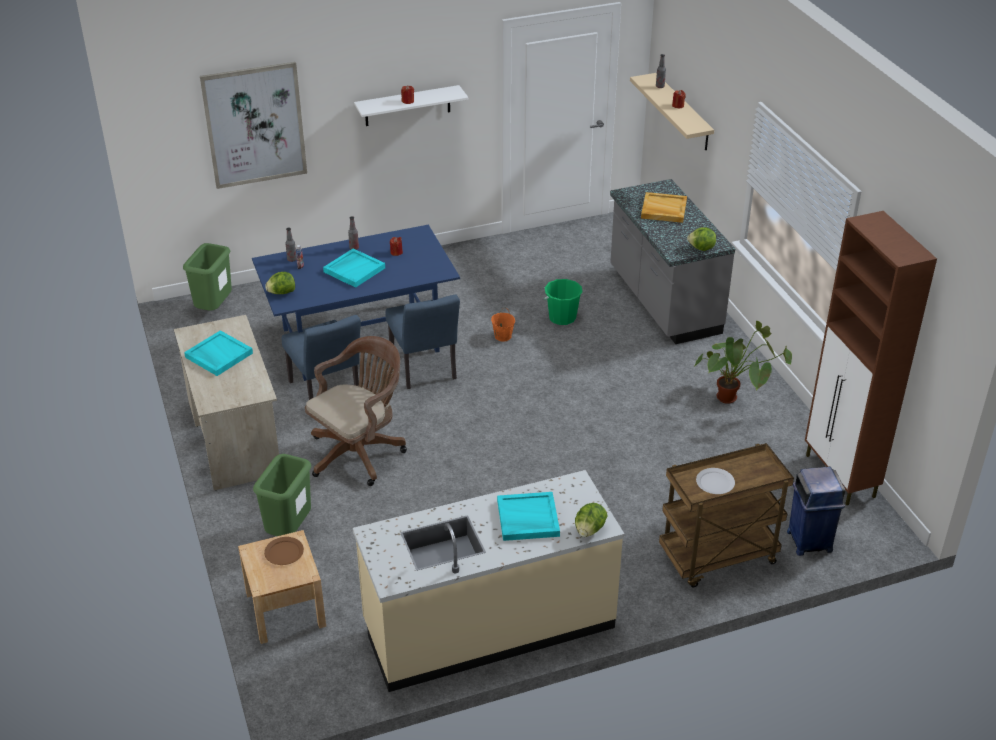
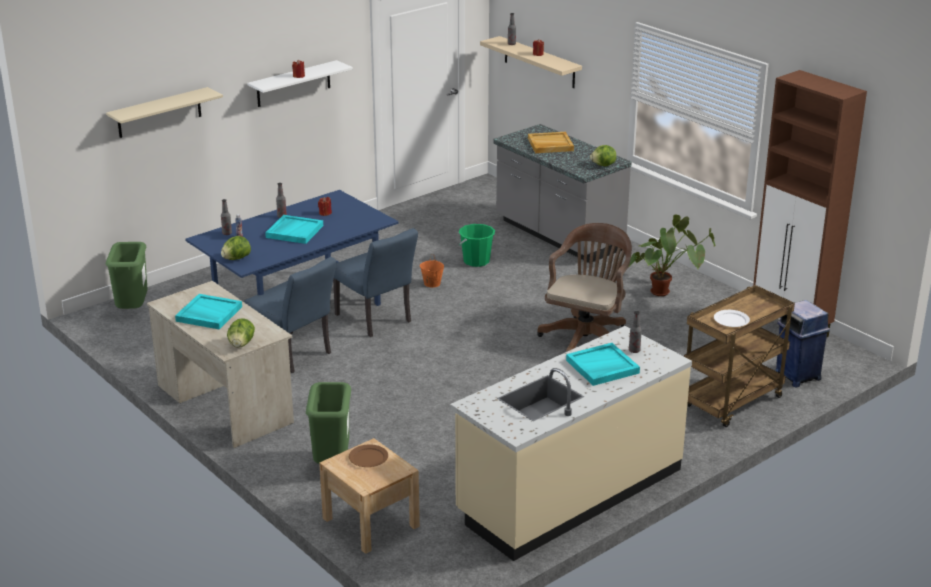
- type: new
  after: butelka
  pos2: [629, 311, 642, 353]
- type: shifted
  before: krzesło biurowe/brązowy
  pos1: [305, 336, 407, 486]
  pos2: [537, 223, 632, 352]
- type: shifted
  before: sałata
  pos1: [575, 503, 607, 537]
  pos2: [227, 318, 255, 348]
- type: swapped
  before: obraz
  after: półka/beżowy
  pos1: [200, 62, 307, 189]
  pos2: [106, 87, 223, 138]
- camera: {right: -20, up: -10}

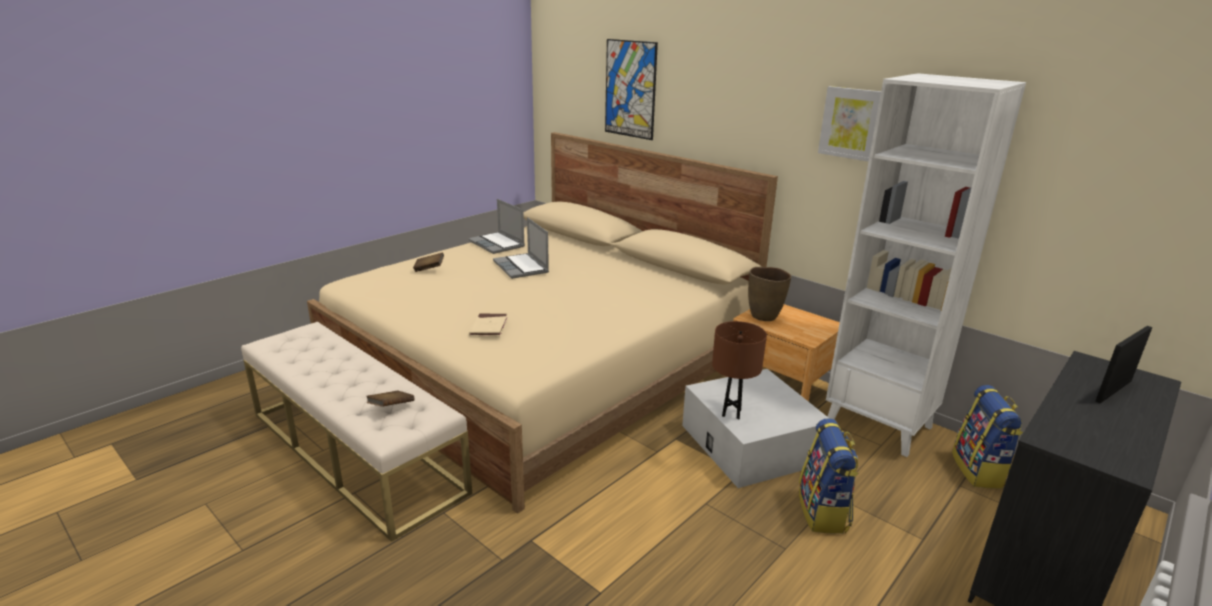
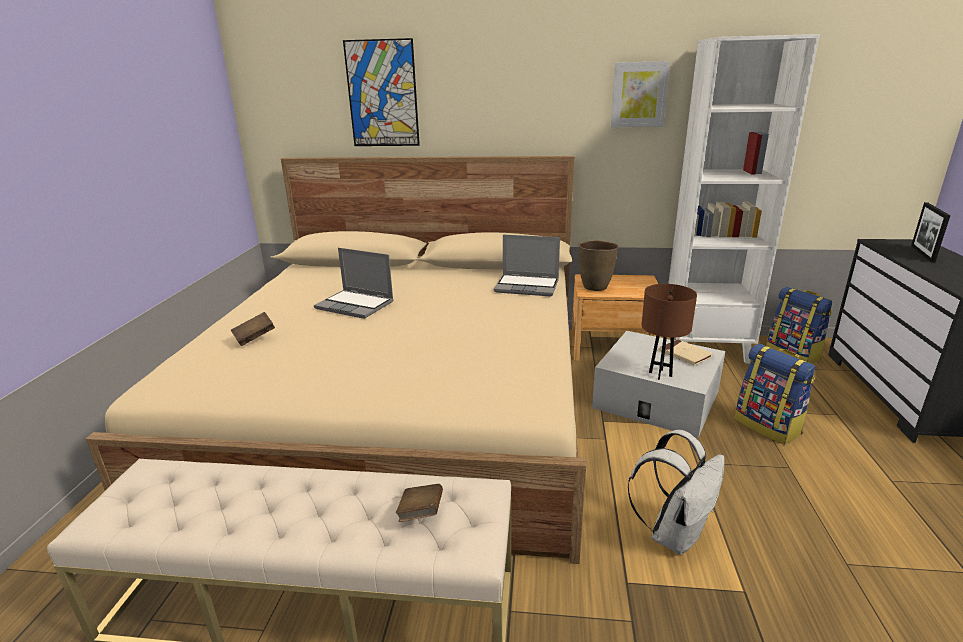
- type: new
  after: plecak/biały
  pos2: [628, 430, 725, 555]
- type: shifted
  before: laptop
  pos1: [469, 199, 525, 254]
  pos2: [494, 235, 560, 297]
- type: shifted
  before: książka/beżowy
  pos1: [469, 314, 508, 337]
  pos2: [659, 339, 713, 366]
- camera: {right: -35, up: 0}

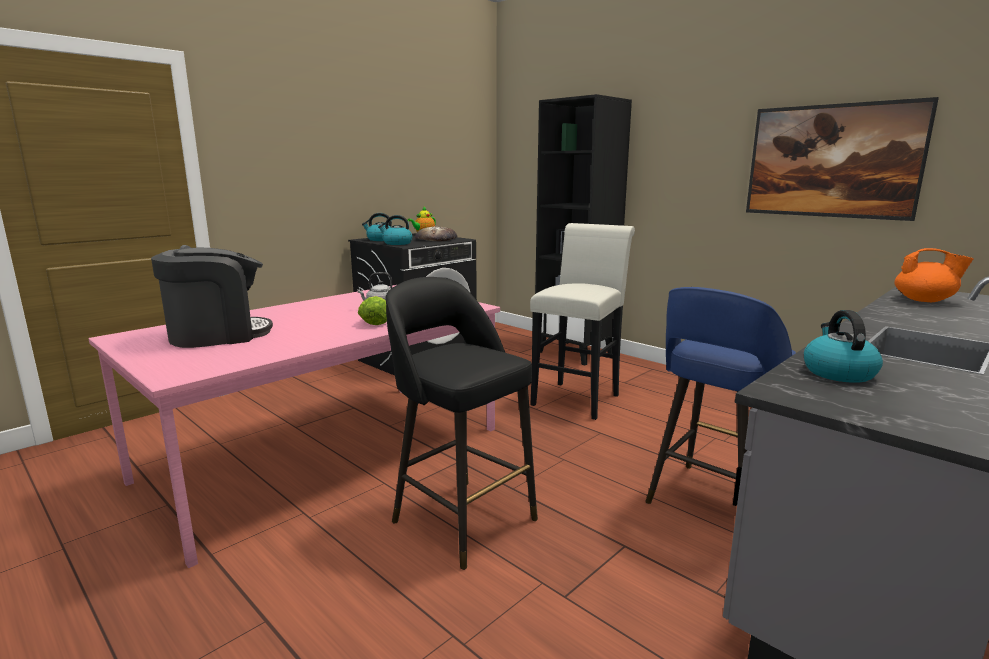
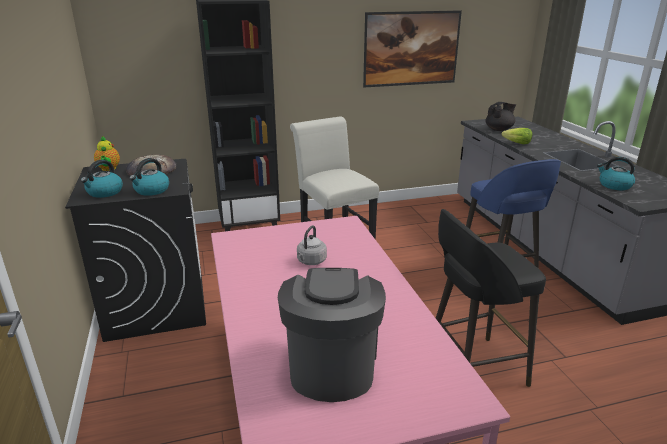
- type: shifted
  before: sałata
  pos1: [358, 296, 387, 325]
  pos2: [501, 128, 532, 144]
- type: repainted
  before: imbryk/pomarańczowy
  after: imbryk/czarny
  pos1: [895, 248, 974, 302]
  pos2: [485, 102, 516, 131]
- camera: {right: -60, up: 10}

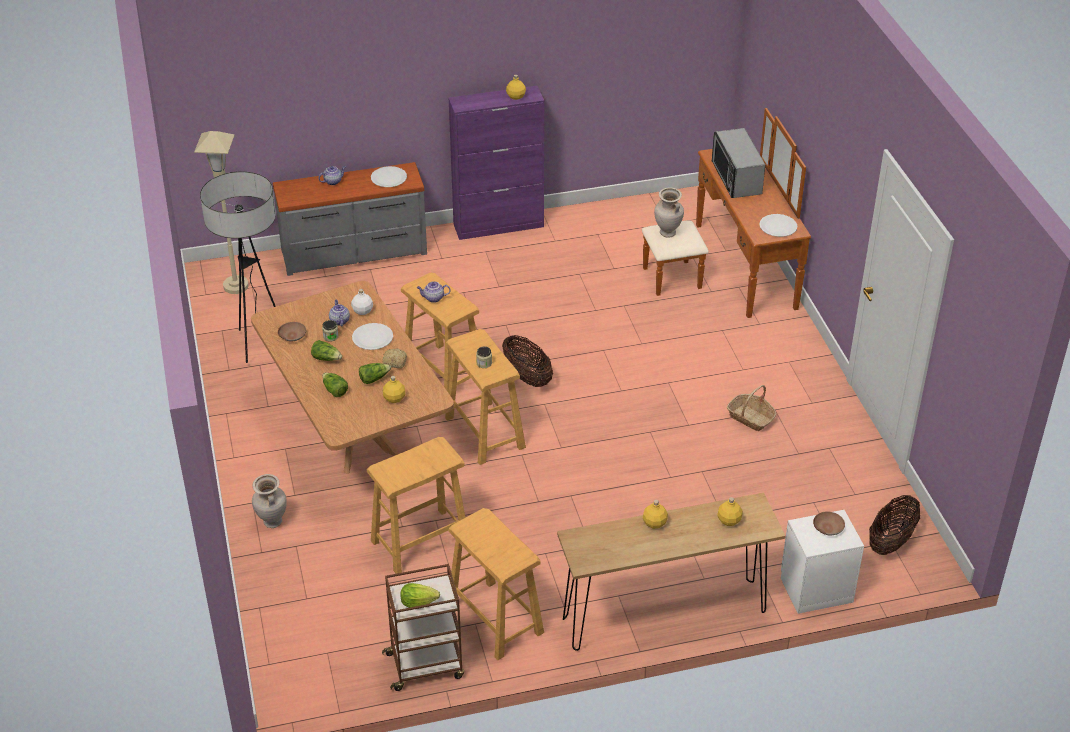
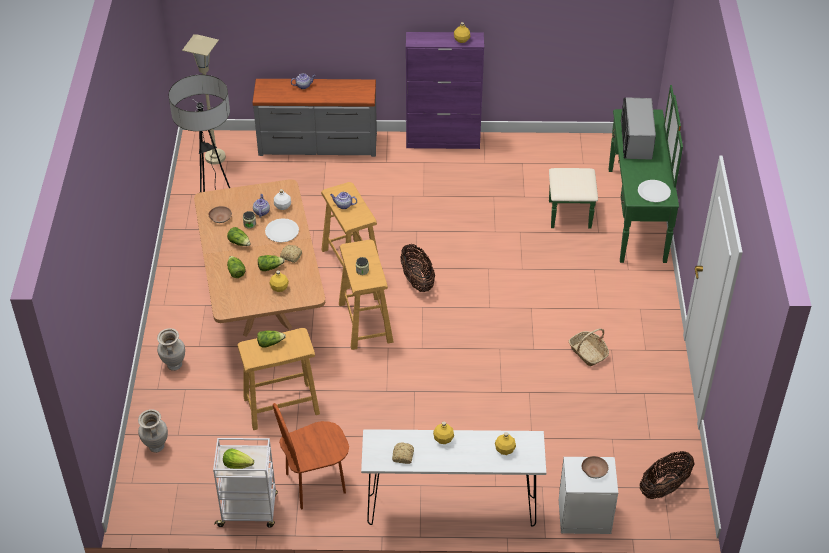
- type: gone
  before: talerz/biały
  pos1: [371, 166, 407, 187]
- type: new
  after: sałata
  pos2: [257, 330, 286, 348]
- type: new
  after: chleb
  pos2: [392, 443, 414, 464]
- type: shifted
  before: wazon/beżowy
  pos1: [654, 187, 684, 238]
  pos2: [138, 409, 168, 453]
- type: swapped
  before: stołek/beżowy
  after: krzesło/brązowy
  pos1: [449, 508, 544, 660]
  pos2: [273, 403, 349, 509]
- type: repainted
  before: wózek/brązowy
  after: wózek/biały
  pos1: [382, 564, 464, 691]
  pos2: [213, 438, 278, 528]
- type: repainted
  before: stolik konsolowy/brązowy
  after: stolik konsolowy/biały
  pos1: [557, 493, 786, 651]
  pos2: [361, 429, 546, 527]
- type: repainted
  before: komoda/brązowy
  after: komoda/zielony
  pos1: [642, 108, 811, 318]
  pos2: [549, 85, 683, 263]
- camera: {right: 15, up: 5}

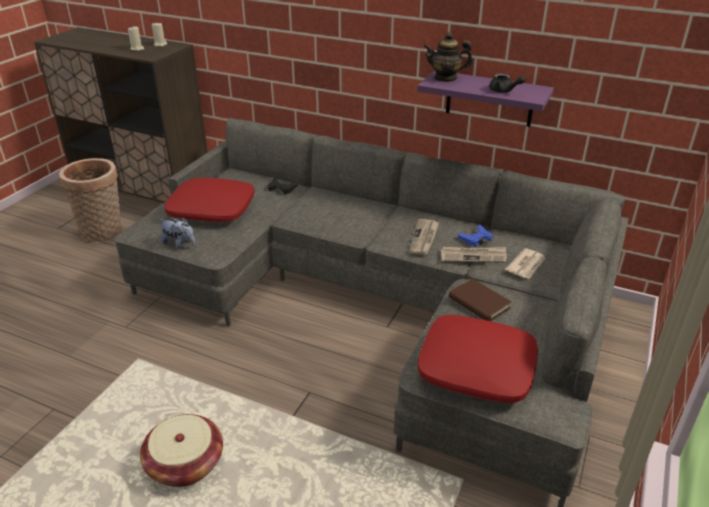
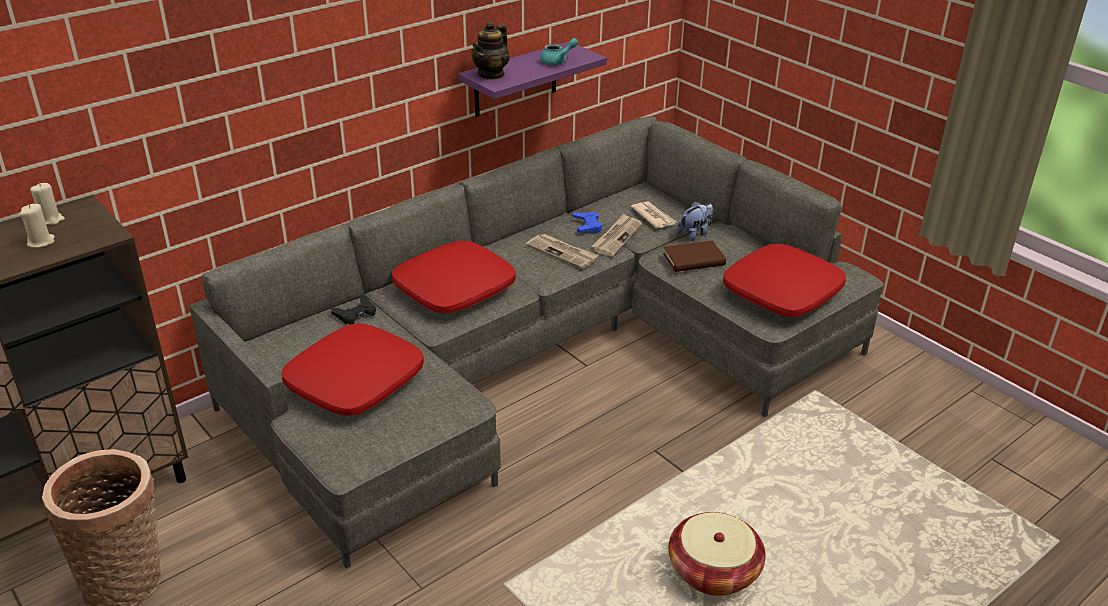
- type: new
  after: poduszka/czerwony
  pos2: [392, 241, 516, 313]
- type: shifted
  before: pluszak
  pos1: [160, 217, 195, 249]
  pos2: [677, 201, 713, 241]
- type: repainted
  before: imbryk/czarny
  after: imbryk/turkusowy
  pos1: [489, 74, 526, 93]
  pos2: [540, 38, 578, 65]
- camera: {right: -65, up: 0}

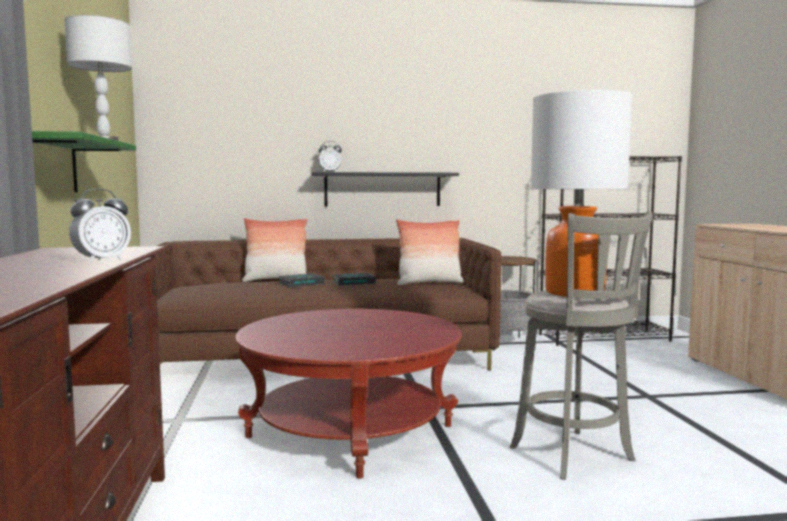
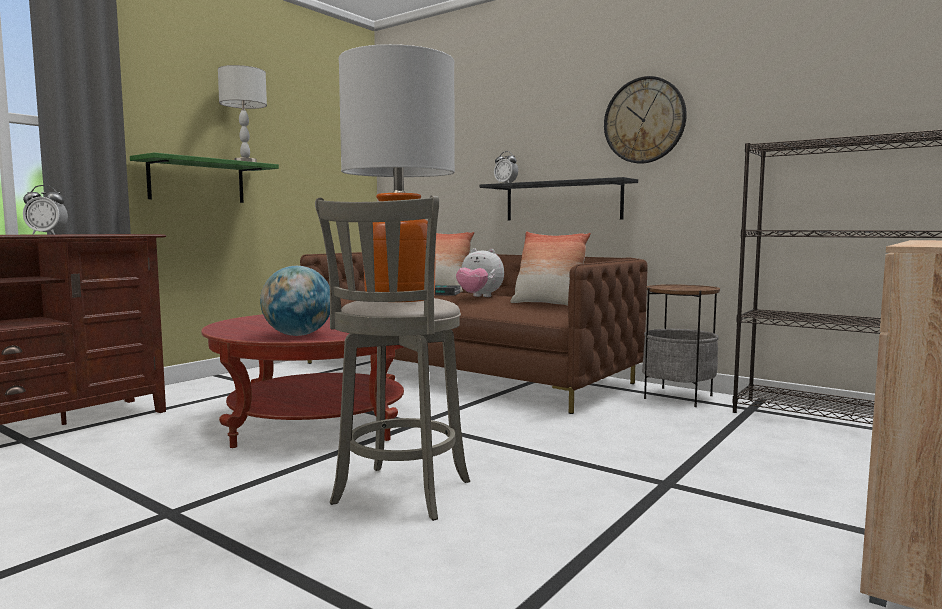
- type: new
  after: globus
  pos2: [260, 266, 330, 336]
- type: new
  after: zegar ścienny
  pos2: [604, 76, 687, 163]
- type: swapped
  before: książka
  after: pluszak
  pos1: [333, 273, 376, 286]
  pos2: [456, 248, 504, 297]
- camera: {right: 45, up: 0}

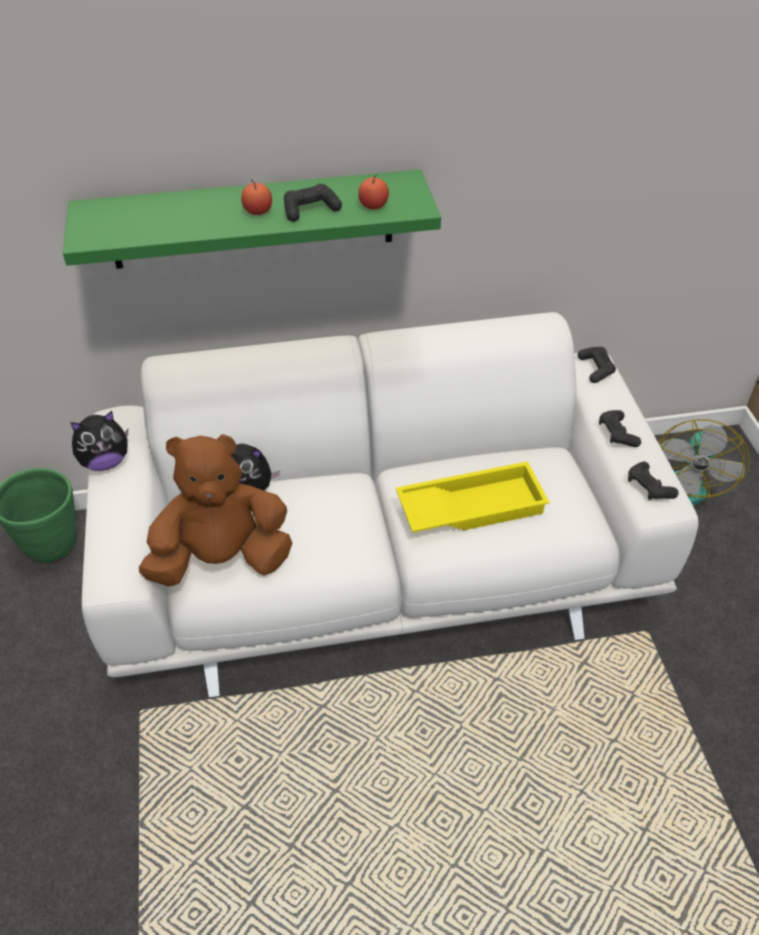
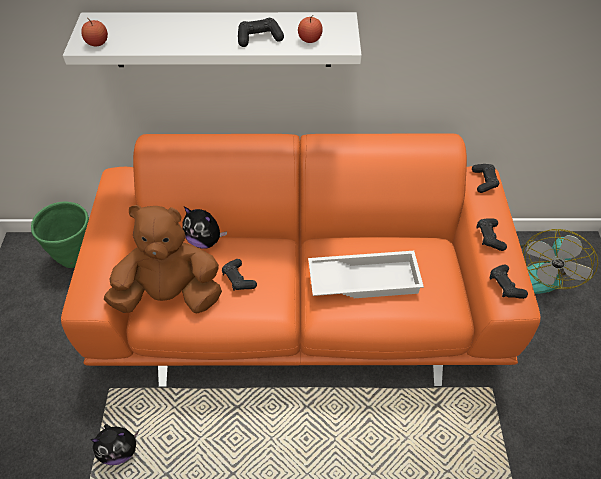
- type: new
  after: pad do gier/czarny
  pos2: [222, 259, 257, 290]
- type: shifted
  before: pluszak
  pos1: [70, 411, 128, 471]
  pos2: [91, 424, 139, 465]
- type: shifted
  before: jabłko
  pos1: [241, 180, 272, 215]
  pos2: [81, 18, 108, 47]
- type: repainted
  before: półka/zielony
  after: półka/biały
  pos1: [63, 170, 441, 269]
  pos2: [63, 12, 362, 67]
- type: repainted
  before: kanapa/biały
  after: kanapa/pomarańczowy
  pos1: [82, 312, 699, 698]
  pos2: [61, 134, 541, 387]
- type: repainted
  before: taca/żółty
  after: taca/biały
  pos1: [396, 461, 549, 532]
  pos2: [308, 251, 424, 299]
- camera: {right: 10, up: 5}

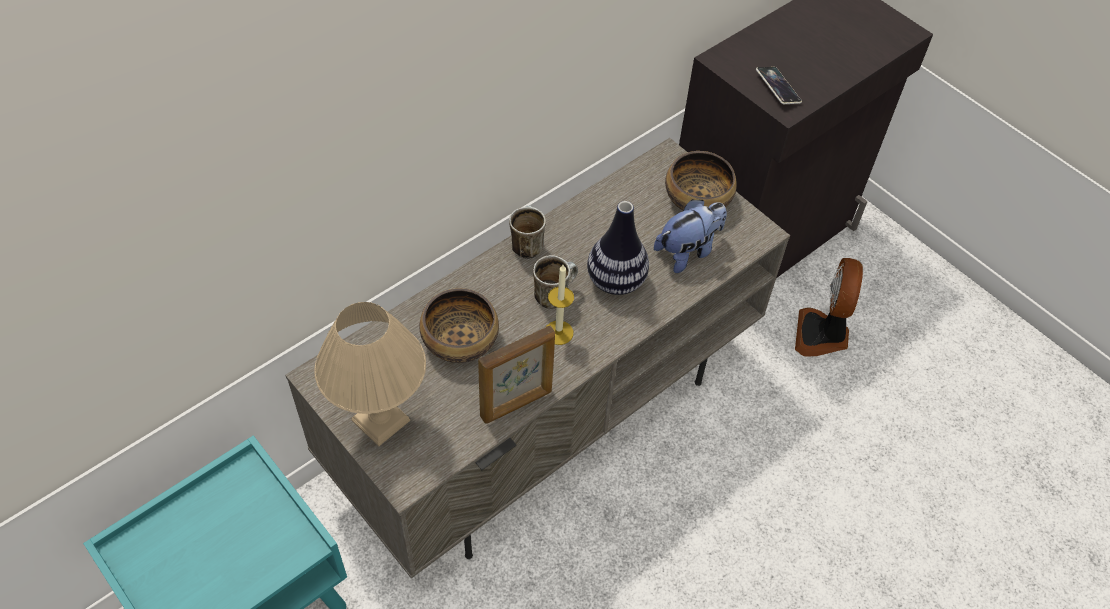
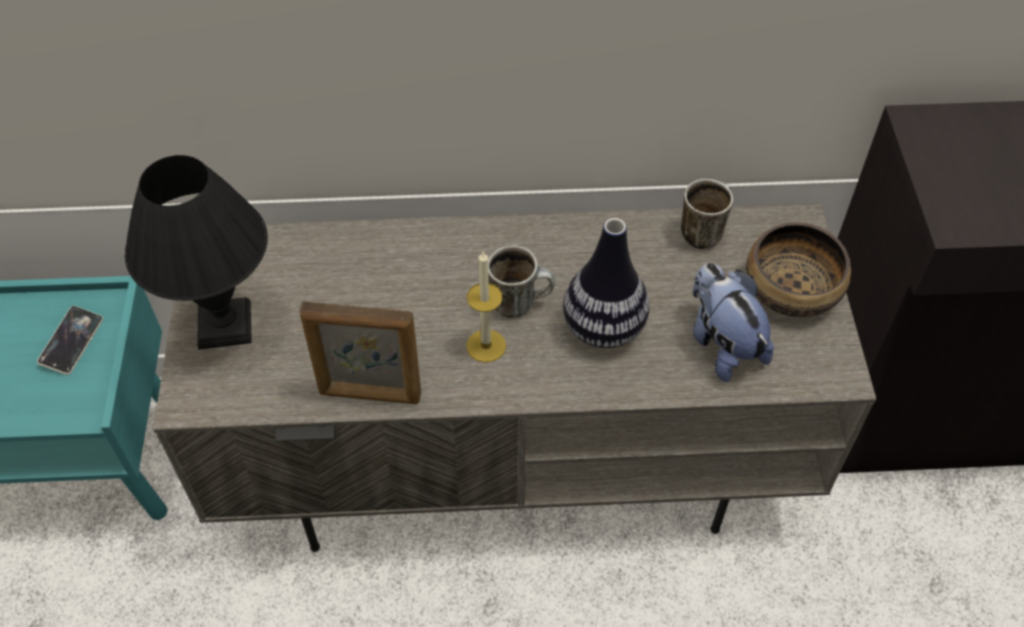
- type: gone
  before: miska
  pos1: [420, 288, 499, 363]
- type: gone
  before: wentylator
  pos1: [795, 258, 863, 357]
- type: shifted
  before: kubek
  pos1: [509, 206, 546, 259]
  pos2: [681, 179, 733, 249]
- type: shifted
  before: telefon
  pos1: [756, 67, 802, 104]
  pos2: [37, 306, 103, 375]
- type: repainted
  before: lampa stołowa/beżowy
  after: lampa stołowa/czarny
  pos1: [314, 302, 426, 446]
  pos2: [125, 155, 268, 349]
- type: rotated
  before: pluszak
  pos1: [654, 199, 727, 273]
  pos2: [693, 263, 774, 382]
  turn: -120
- camera: {right: 40, up: 0}

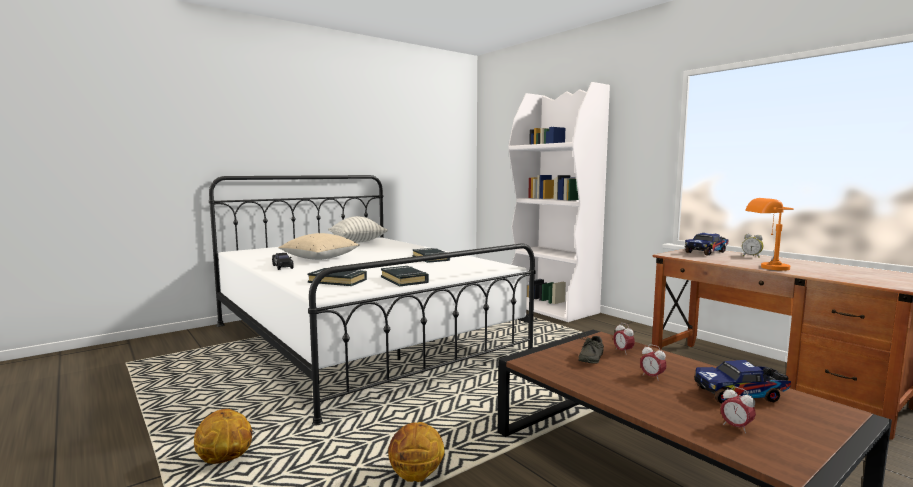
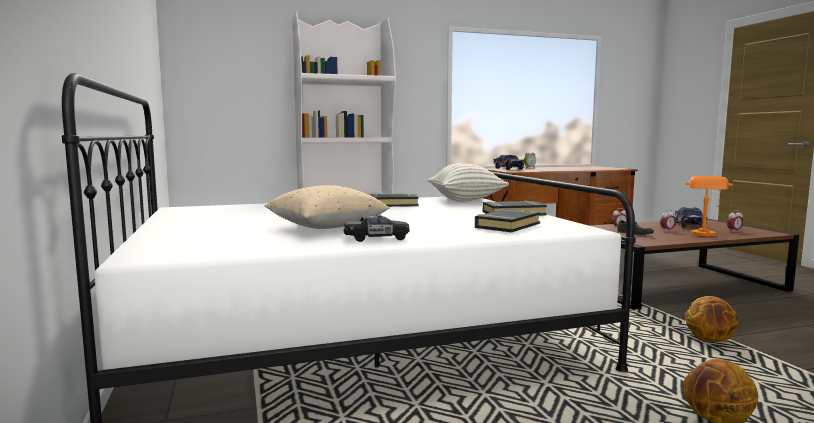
- type: shifted
  before: poduszka
  pos1: [328, 216, 388, 243]
  pos2: [427, 163, 509, 202]
- type: shifted
  before: lampa stołowa/pomarańczowy
  pos1: [745, 198, 794, 271]
  pos2: [686, 176, 733, 236]
- camera: {right: -70, up: 0}

